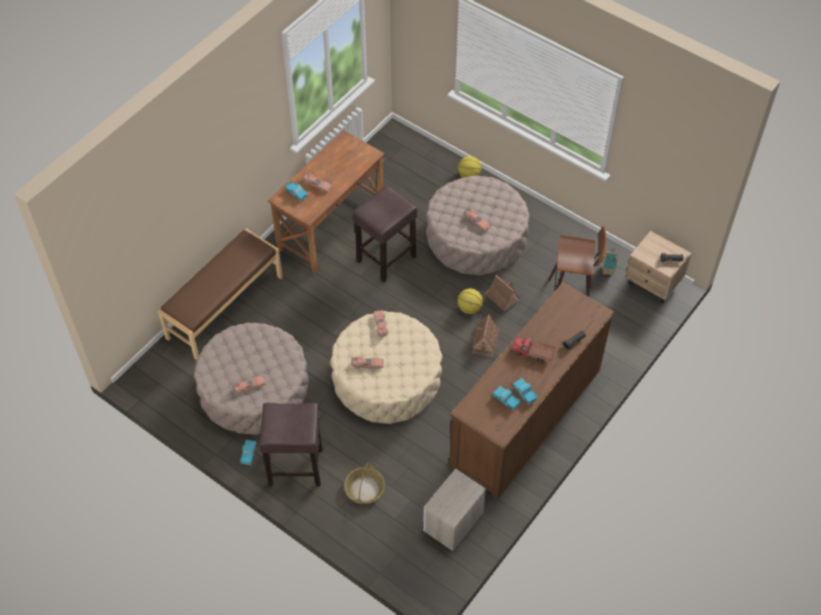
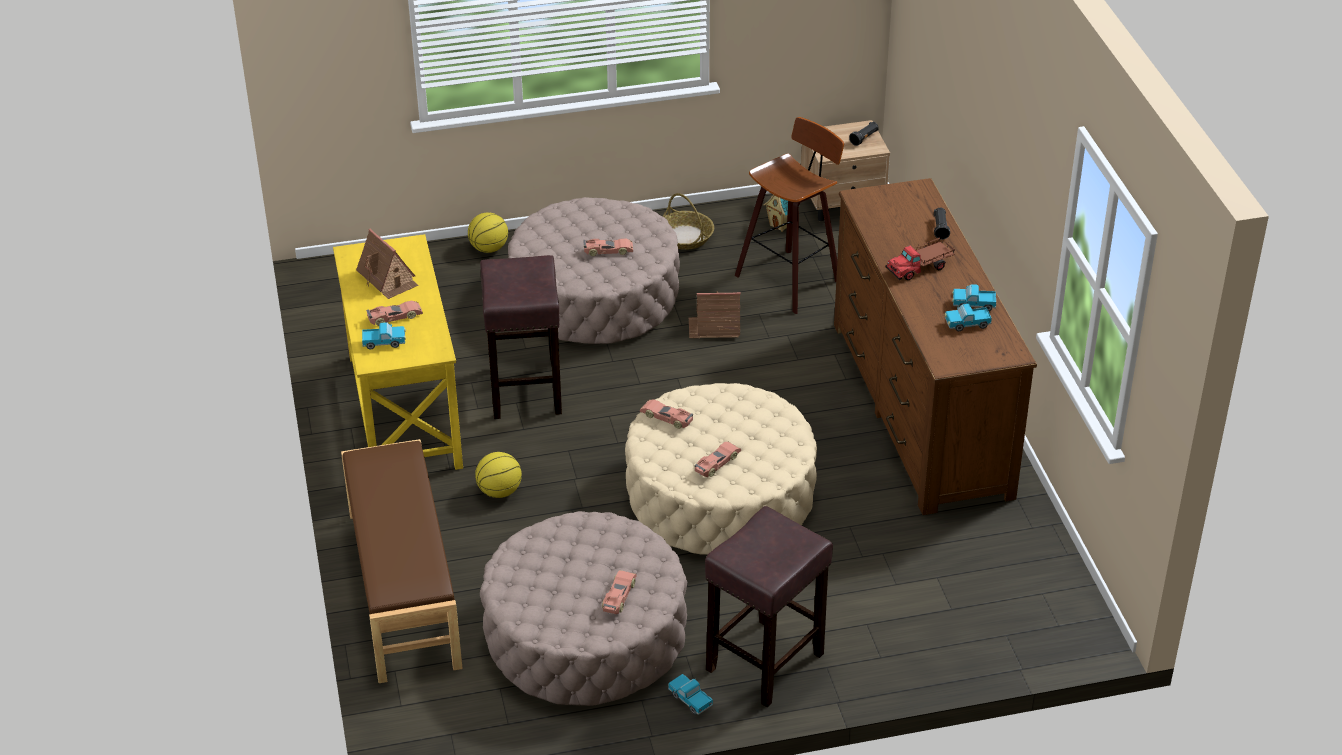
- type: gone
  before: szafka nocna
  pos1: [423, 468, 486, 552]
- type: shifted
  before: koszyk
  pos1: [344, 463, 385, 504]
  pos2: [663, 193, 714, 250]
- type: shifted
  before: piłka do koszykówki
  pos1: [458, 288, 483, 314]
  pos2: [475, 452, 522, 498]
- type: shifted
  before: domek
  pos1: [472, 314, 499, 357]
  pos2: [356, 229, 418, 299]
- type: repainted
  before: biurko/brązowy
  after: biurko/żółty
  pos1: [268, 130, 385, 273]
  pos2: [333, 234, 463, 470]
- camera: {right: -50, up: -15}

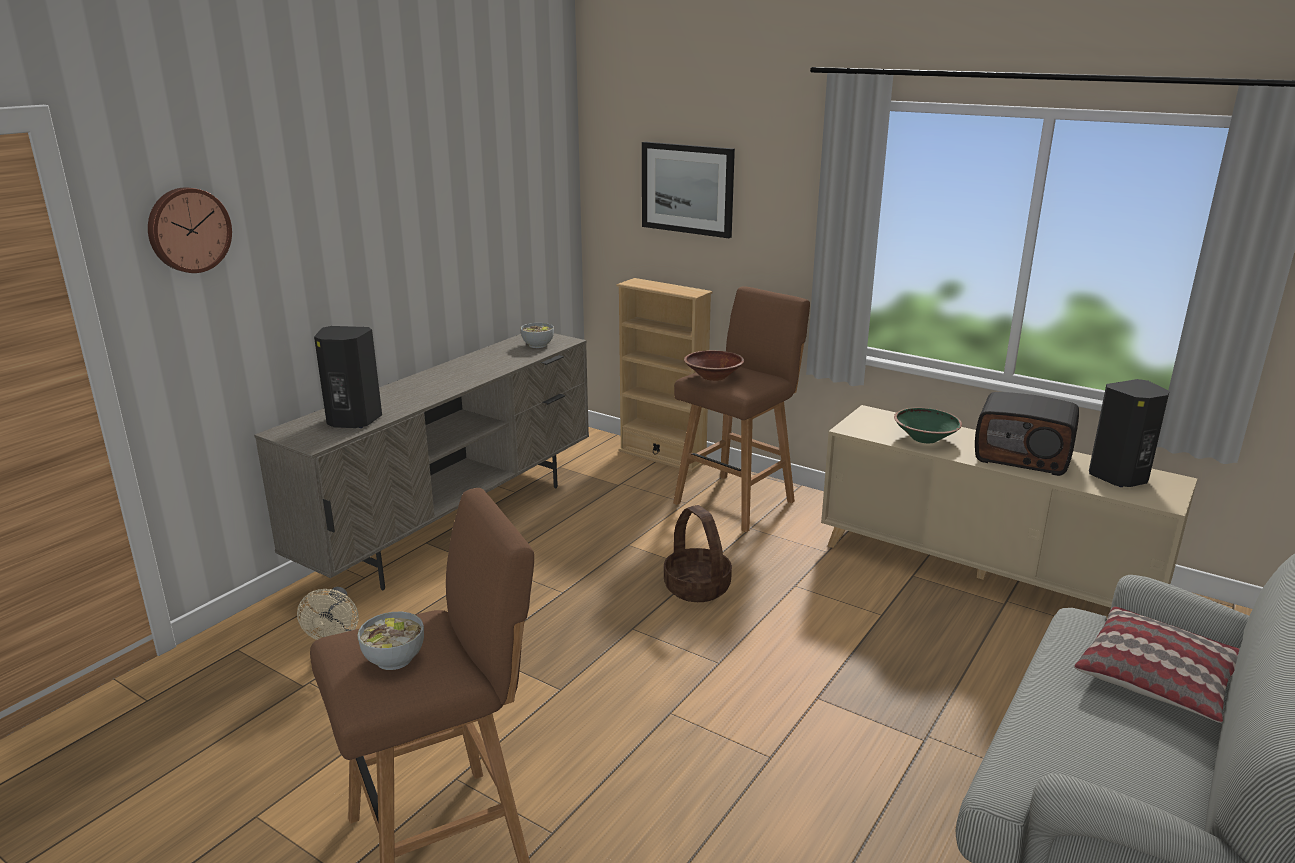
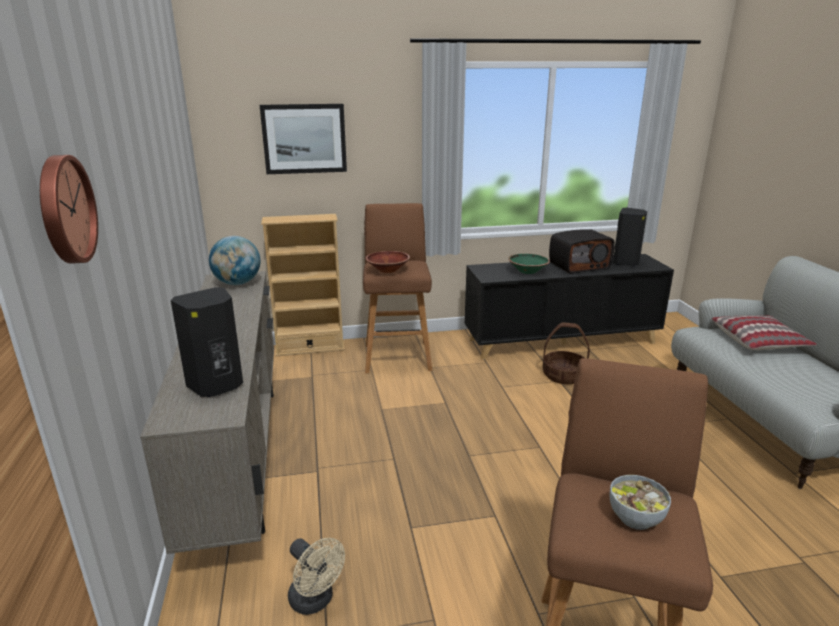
- type: shifted
  before: koszyk
  pos1: [664, 505, 732, 602]
  pos2: [543, 322, 590, 384]
- type: swapped
  before: miska
  after: globus
  pos1: [520, 323, 554, 348]
  pos2: [209, 236, 260, 285]
- type: repainted
  before: szafka/beżowy
  after: szafka/czarny
  pos1: [821, 405, 1197, 608]
  pos2: [465, 254, 674, 359]
- camera: {right: -45, up: 0}

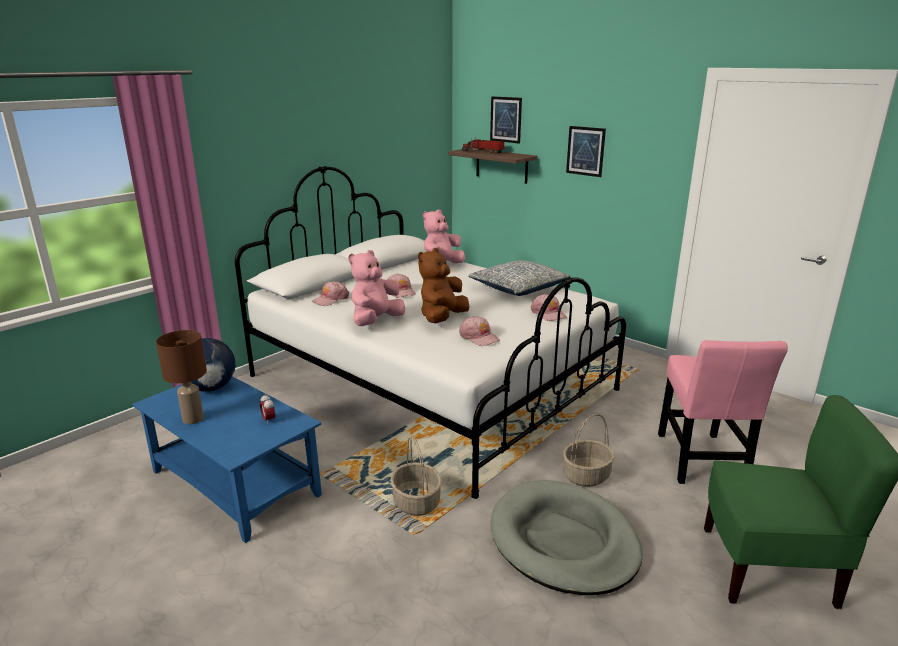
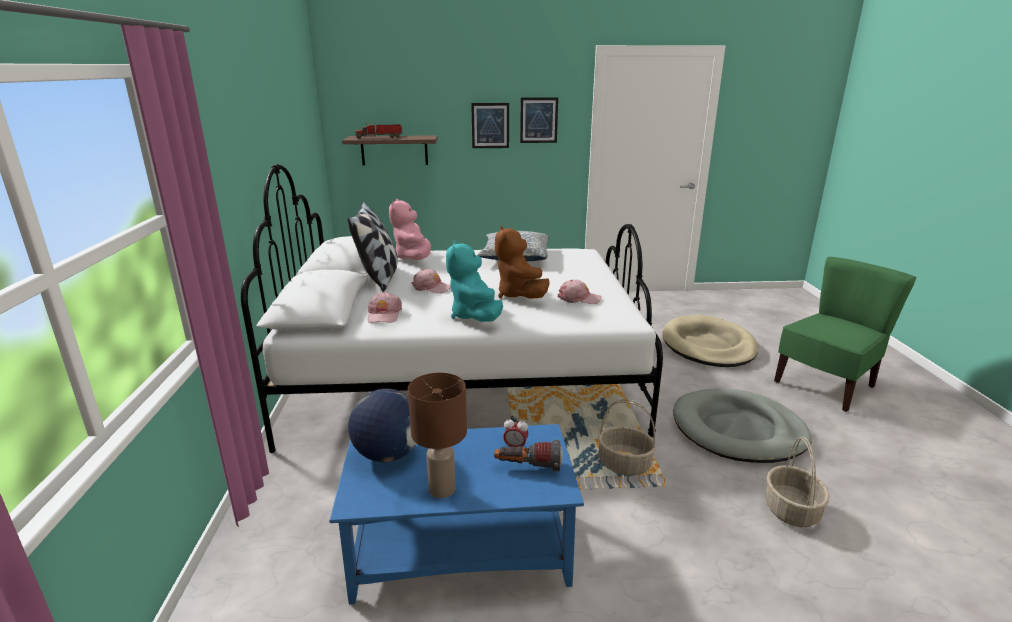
- type: gone
  before: czapka z daszkiem/różowy
  pos1: [531, 294, 567, 321]
- type: new
  after: poduszka
  pos2: [348, 202, 397, 292]
- type: new
  after: latarka
  pos2: [494, 439, 563, 472]
- type: shifted
  before: obraz
  pos1: [490, 96, 522, 144]
  pos2: [520, 97, 558, 143]
- type: shifted
  before: koszyk
  pos1: [563, 414, 615, 487]
  pos2: [765, 437, 830, 527]
- type: swapped
  before: krzesło/różowy
  after: legowisko/beżowy
  pos1: [658, 340, 788, 484]
  pos2: [663, 315, 758, 367]
- type: repainted
  before: pluszak/różowy
  after: pluszak/turkusowy
  pos1: [349, 250, 405, 326]
  pos2: [446, 240, 503, 322]
- camera: {right: -45, up: 0}

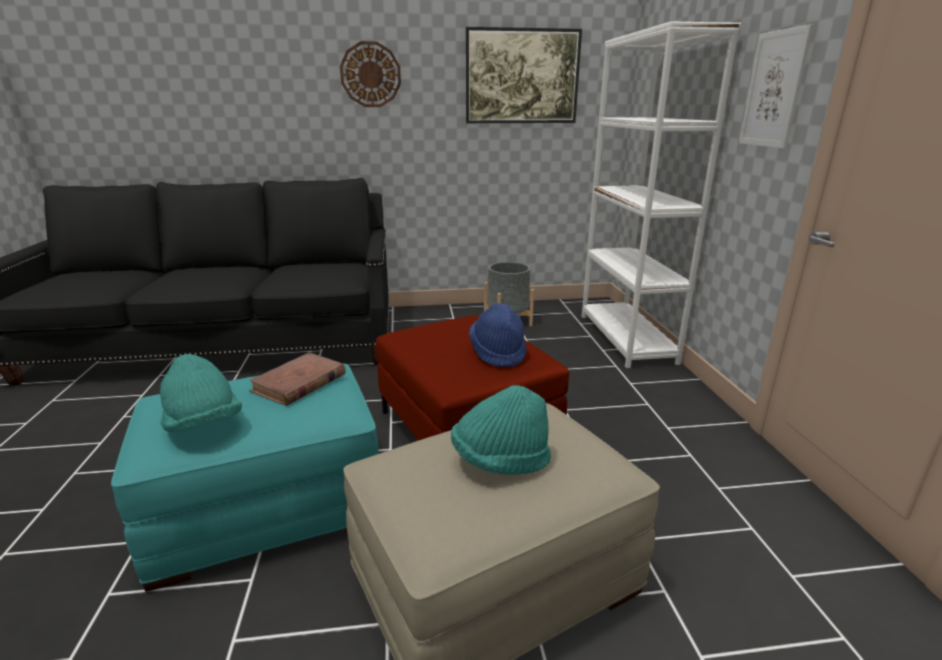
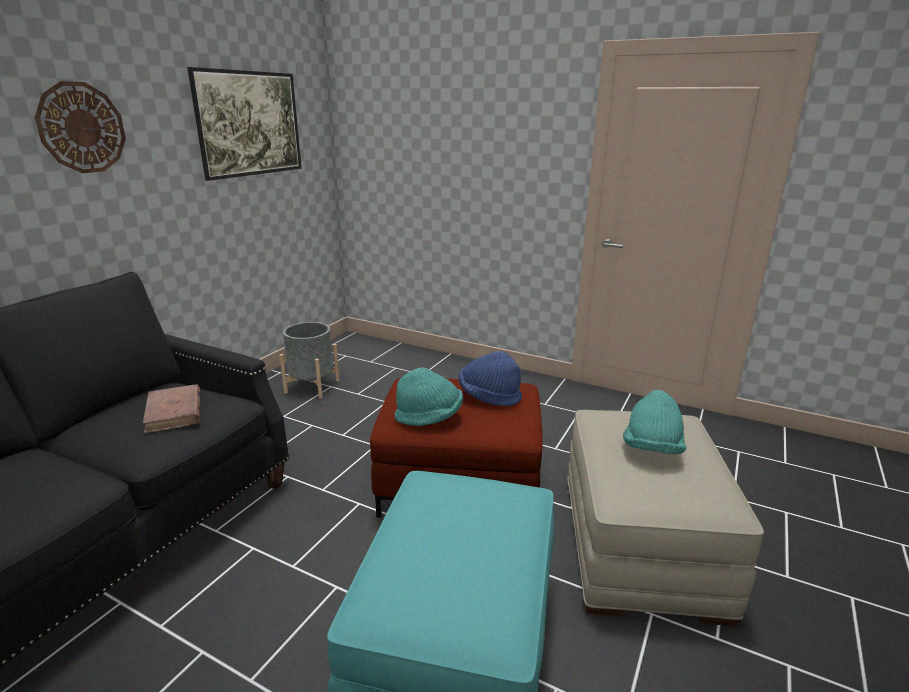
- type: gone
  before: regał/biały
  pos1: [582, 22, 741, 368]
- type: gone
  before: obraz
  pos1: [739, 24, 814, 149]
- type: shifted
  before: kapelusz/turkusowy
  pos1: [160, 354, 242, 433]
  pos2: [395, 367, 463, 426]
- type: shifted
  before: książka/brązowy
  pos1: [249, 352, 346, 406]
  pos2: [143, 384, 200, 433]
- camera: {right: -55, up: 0}

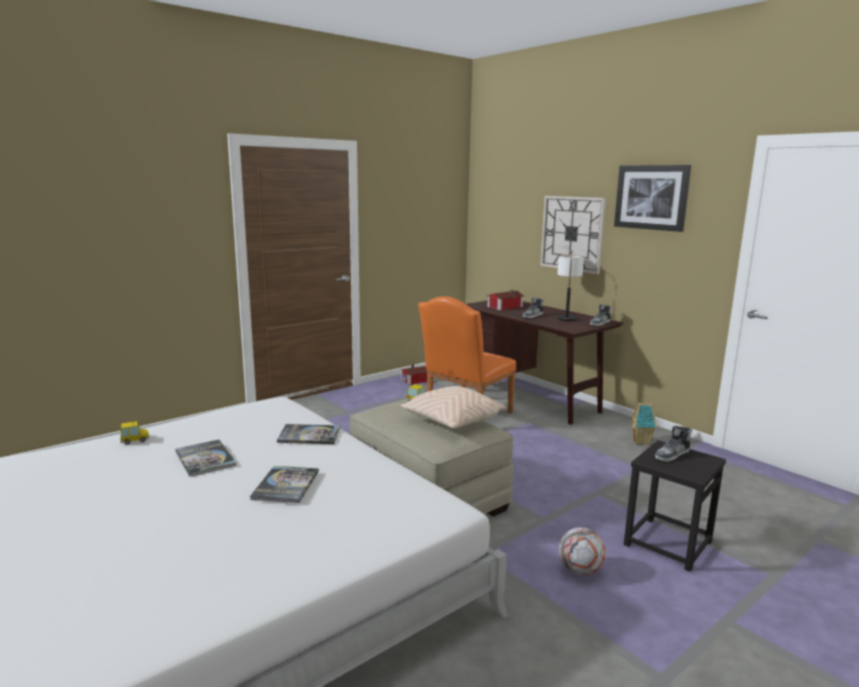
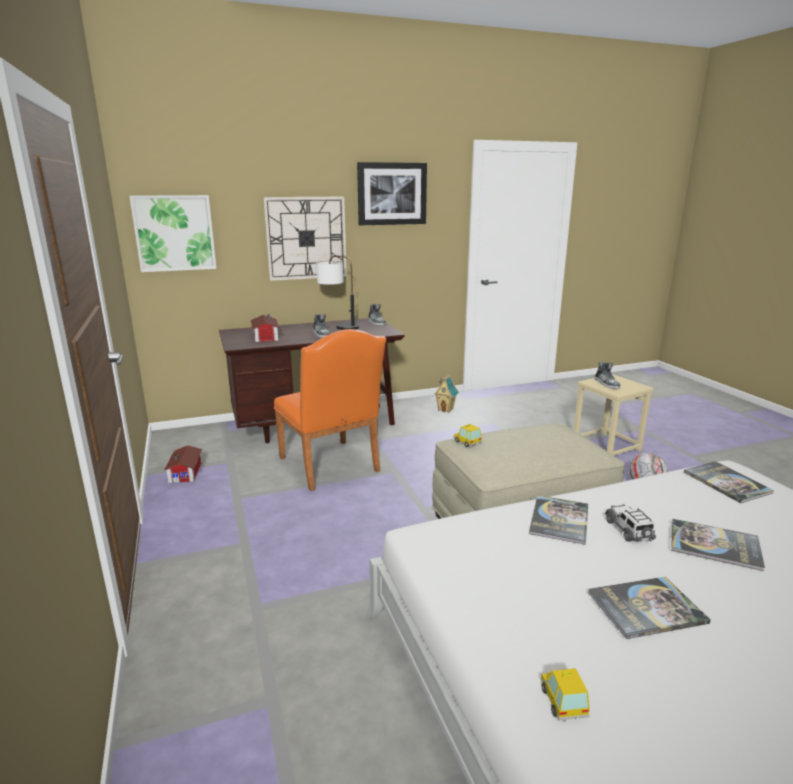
- type: gone
  before: poduszka/beżowy
  pos1: [399, 386, 507, 429]
- type: new
  after: obraz
  pos2: [129, 195, 217, 272]
- type: new
  after: samochodzik
  pos2: [605, 504, 656, 542]
- type: new
  after: książka
  pos2: [684, 461, 774, 503]
- type: repainted
  before: stołek/czarny
  after: stołek/beżowy
  pos1: [624, 440, 726, 572]
  pos2: [574, 374, 653, 456]
- camera: {right: -70, up: 5}

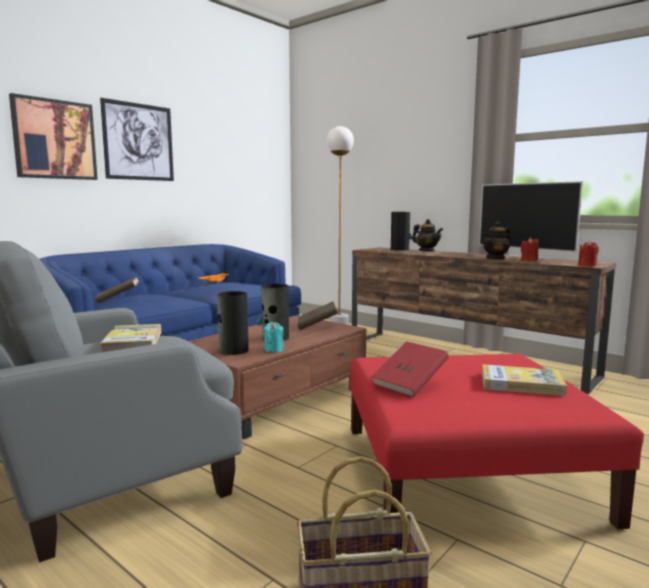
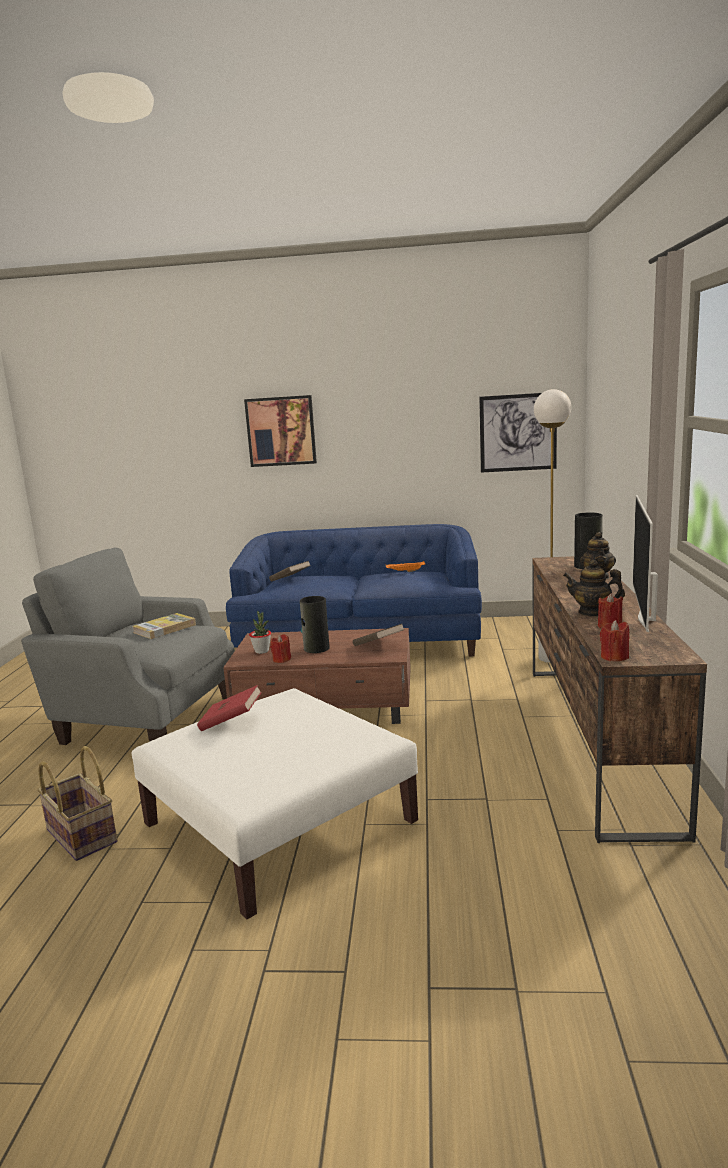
- type: gone
  before: książka
  pos1: [482, 364, 567, 396]
- type: shifted
  before: obraz
  pos1: [100, 98, 174, 181]
  pos2: [479, 393, 557, 473]
- type: swapped
  before: wazon
  after: roślina doniczkowa
  pos1: [217, 291, 249, 355]
  pos2: [249, 611, 271, 654]
- type: repainted
  before: świeca/turkusowy
  after: świeca/czerwony
  pos1: [263, 322, 284, 353]
  pos2: [270, 634, 291, 663]
- type: repainted
  before: pufa/czerwony
  after: pufa/biały
  pos1: [350, 354, 644, 529]
  pos2: [132, 688, 418, 919]
- camera: {right: 55, up: 5}

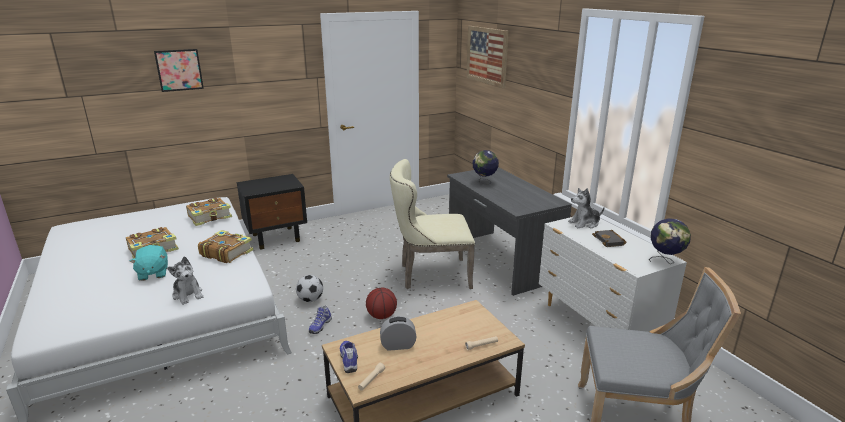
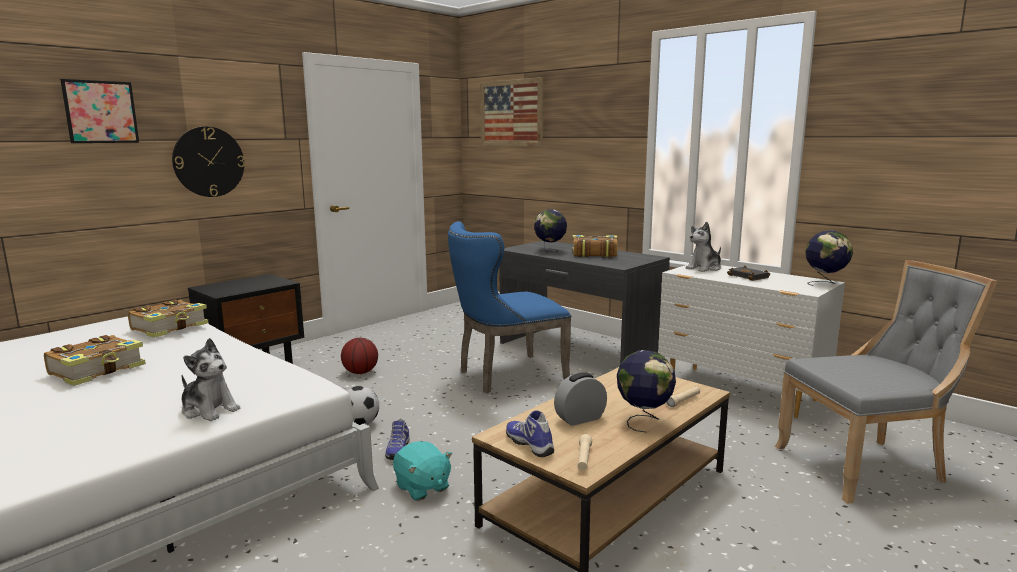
- type: new
  after: zegar ścienny
  pos2: [172, 126, 245, 197]
- type: new
  after: globus
  pos2: [617, 350, 676, 433]
- type: shifted
  before: pluszak/turkusowy
  pos1: [130, 245, 168, 281]
  pos2: [393, 441, 452, 501]
- type: shifted
  before: książka
  pos1: [198, 230, 253, 263]
  pos2: [573, 235, 618, 258]
- type: shifted
  before: piłka do koszykówki
  pos1: [366, 287, 397, 319]
  pos2: [341, 338, 378, 374]
- type: repainted
  before: krzesło/beżowy
  after: krzesło/niebieski
  pos1: [390, 159, 475, 289]
  pos2: [448, 221, 571, 393]
- camera: {right: -20, up: -10}

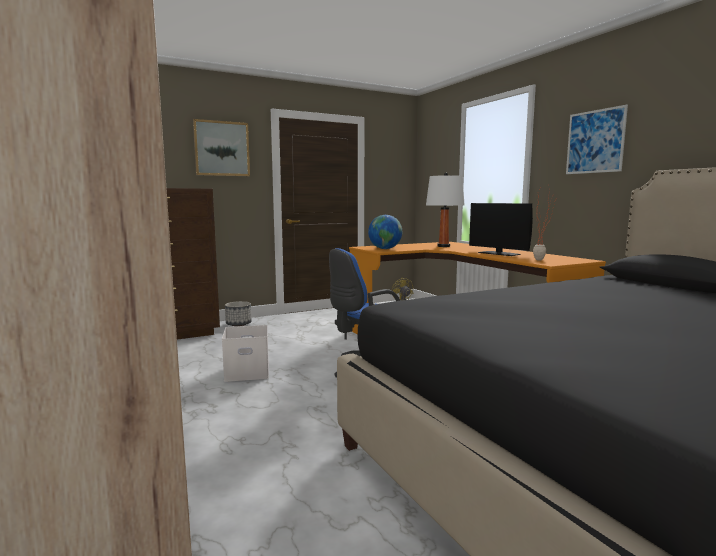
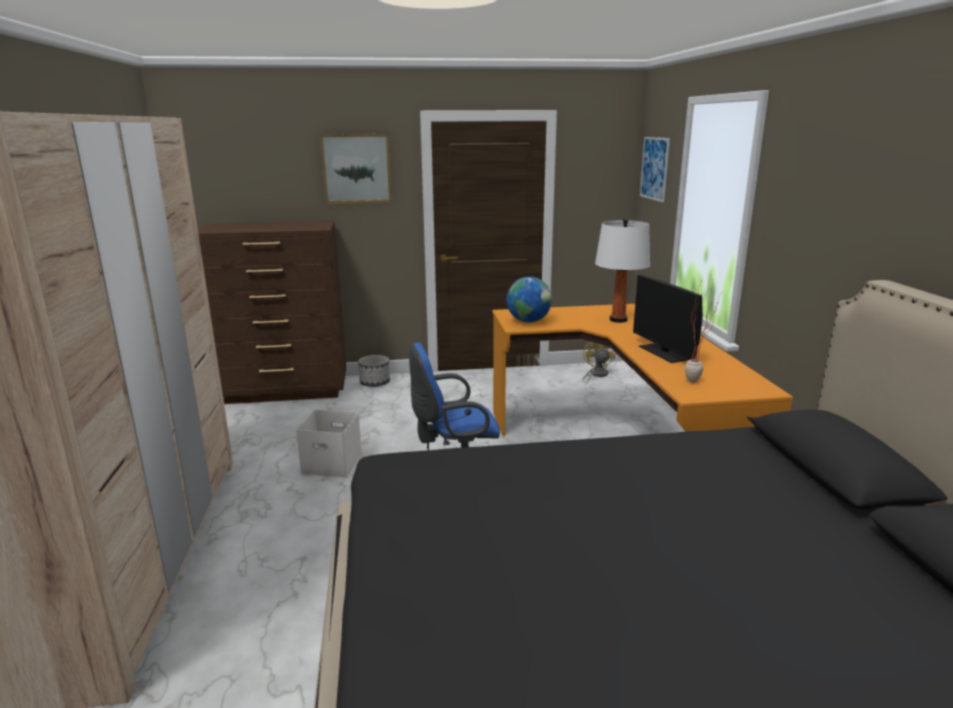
- type: shifted
  before: obraz
  pos1: [566, 105, 628, 174]
  pos2: [640, 137, 670, 202]
- camera: {right: 20, up: 10}

